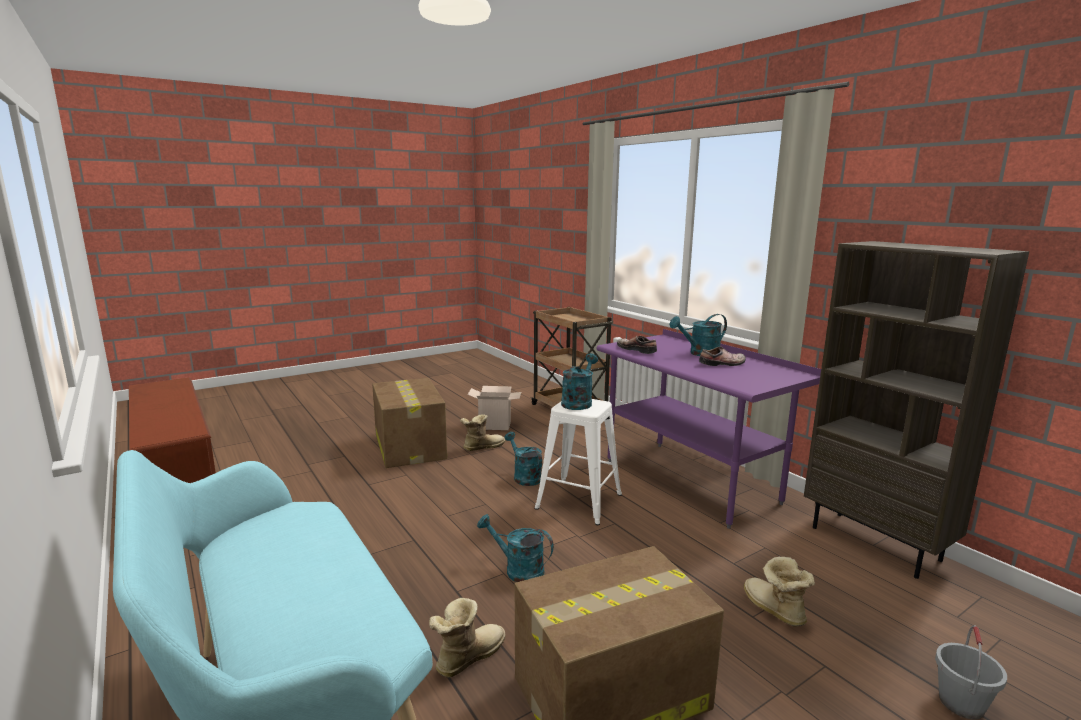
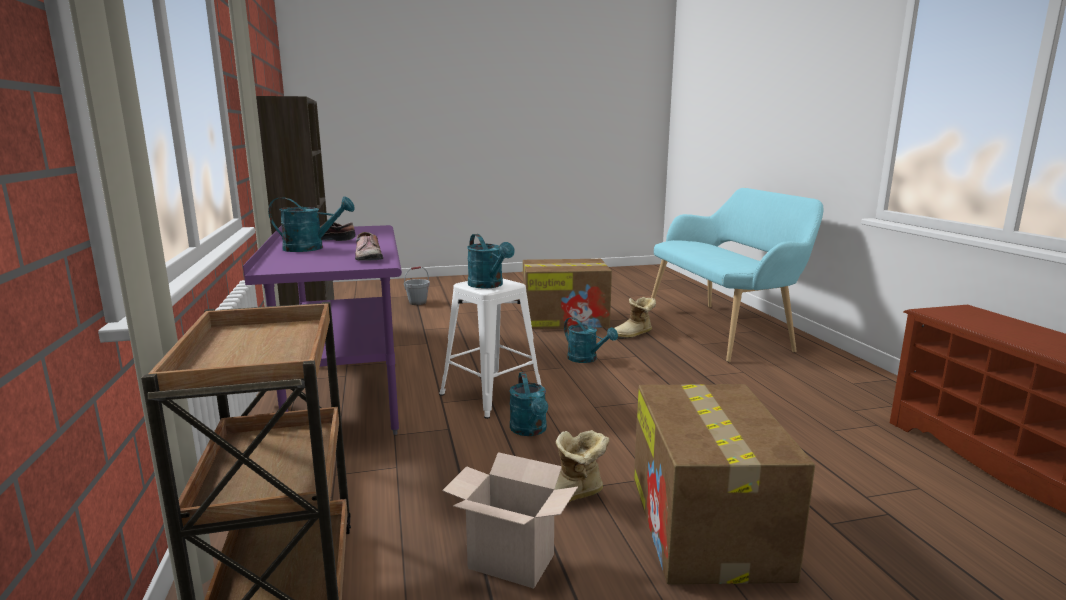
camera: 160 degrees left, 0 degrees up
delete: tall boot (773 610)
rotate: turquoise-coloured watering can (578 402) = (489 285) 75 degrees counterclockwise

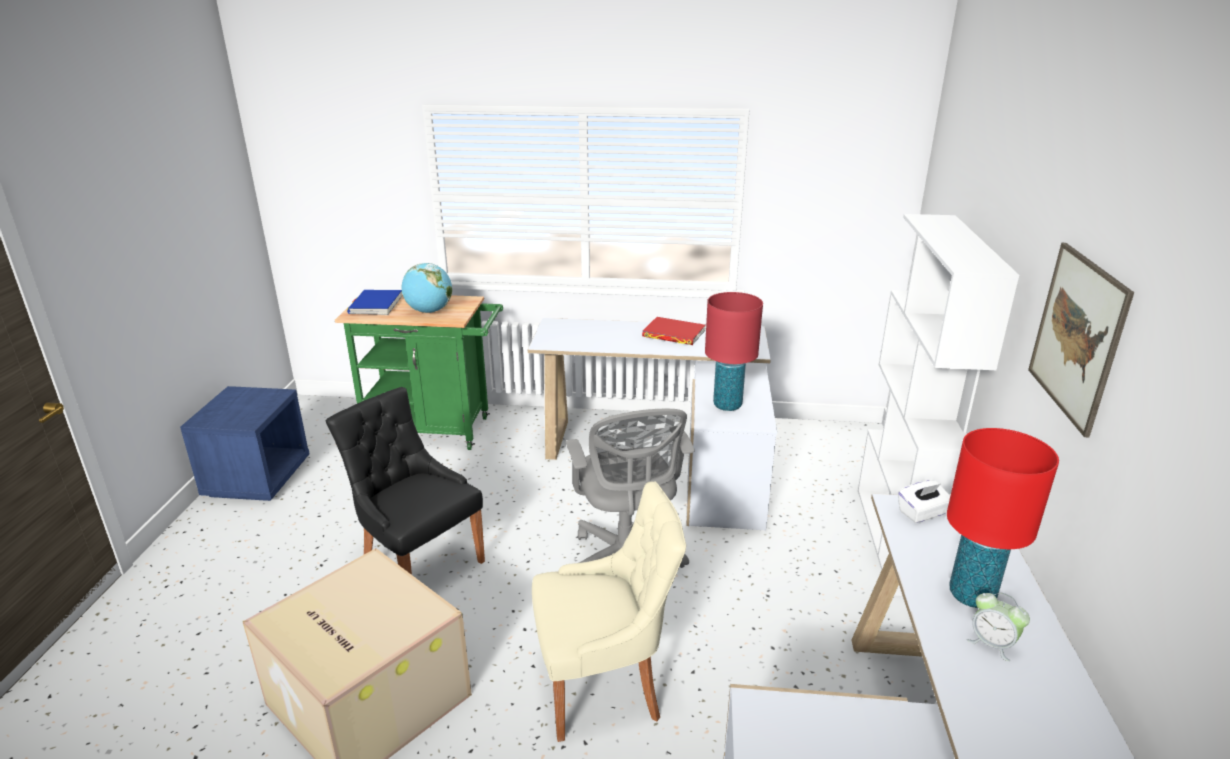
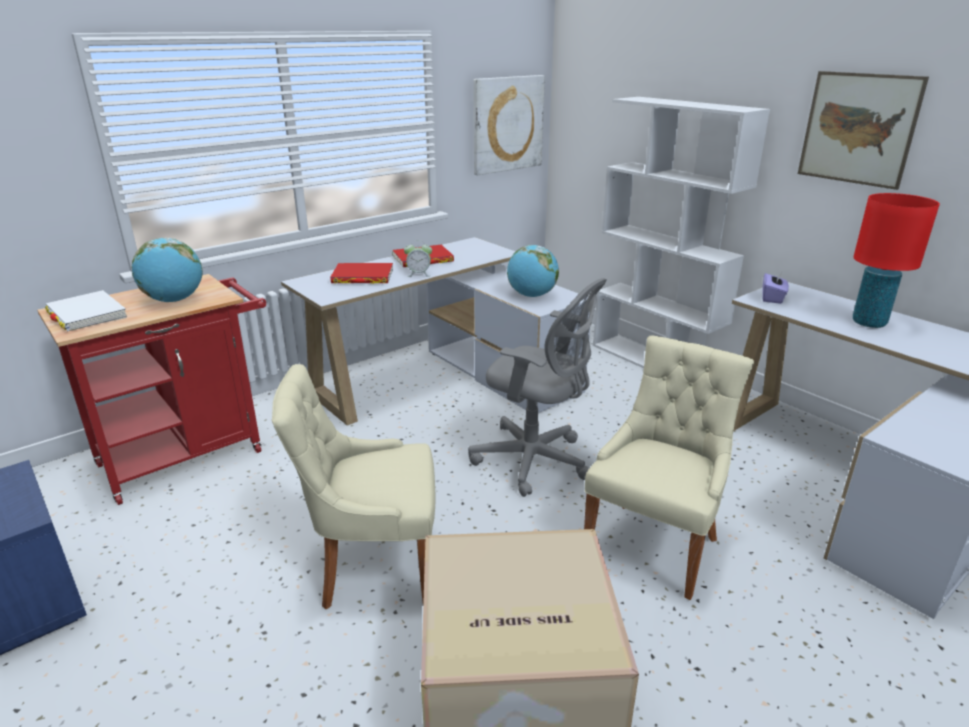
camera: 45 degrees left, 0 degrees up
insert: red bound book (362 277); wall picture (507 124)
move: alarm clock (992 644) to (419 274)
replace: red lamp for a table (727 405) to desk globe (532 295)
recolor: blackish plain chair (419 565) to sand-coloured plain chair (373 565); green wheeled cart (436 430) to red wheeled cart (191 454); blue bound book (376 305) to white-coloured bound book (87 315); white-coloured box of tissues (922 513) to purple-coloured box of tissues (772 298)

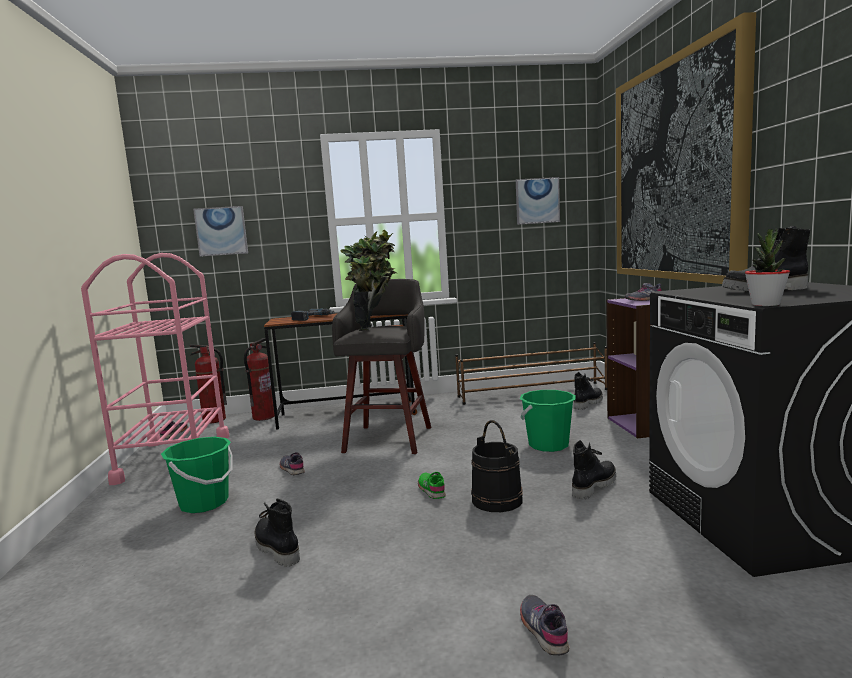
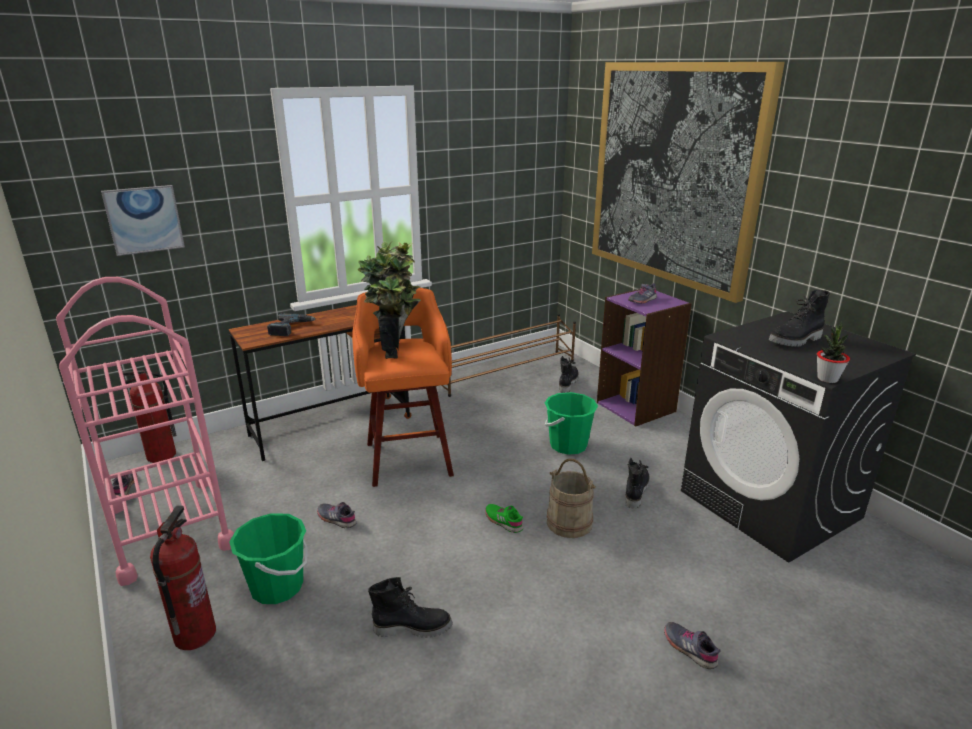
camera: 25 degrees left, 15 degrees up
delete: wall picture (537 201)
move: fire-fighting cylinder (264 417) to (195 635)
recolor: grey stool seat (389 438) to orange stool seat (408 457); blackish water bucket (497 500) to sand-coloured water bucket (569 522)
rotate: blackish tall boot (276 549) = (412 627) 150 degrees clockwise

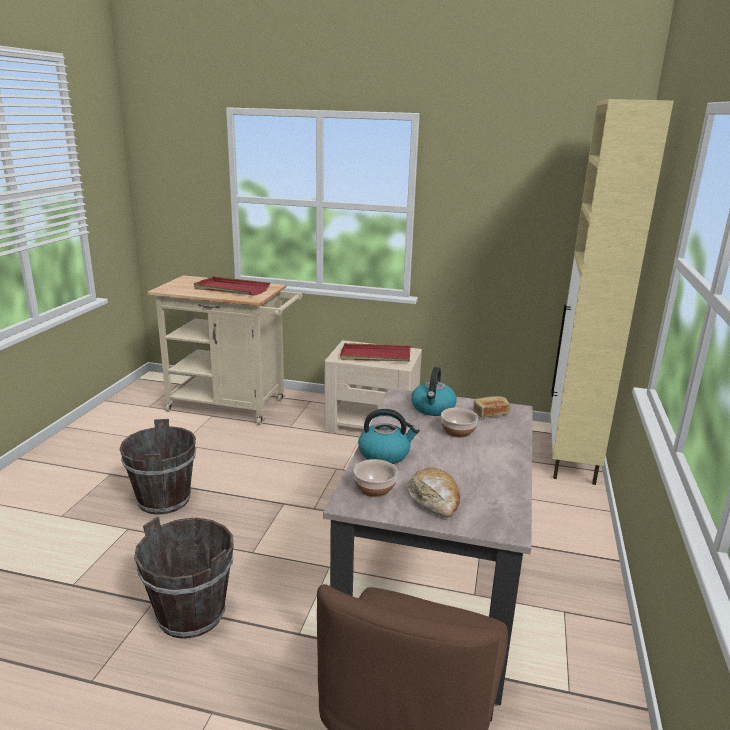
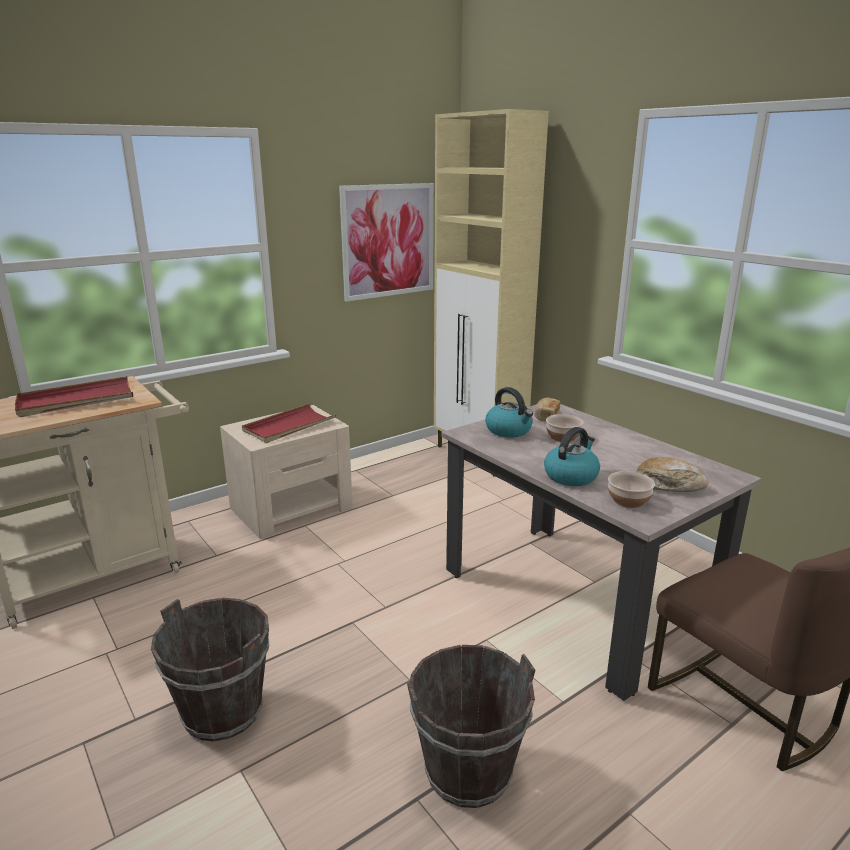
camera: 50 degrees left, 0 degrees up
insert: wall picture (388 241)

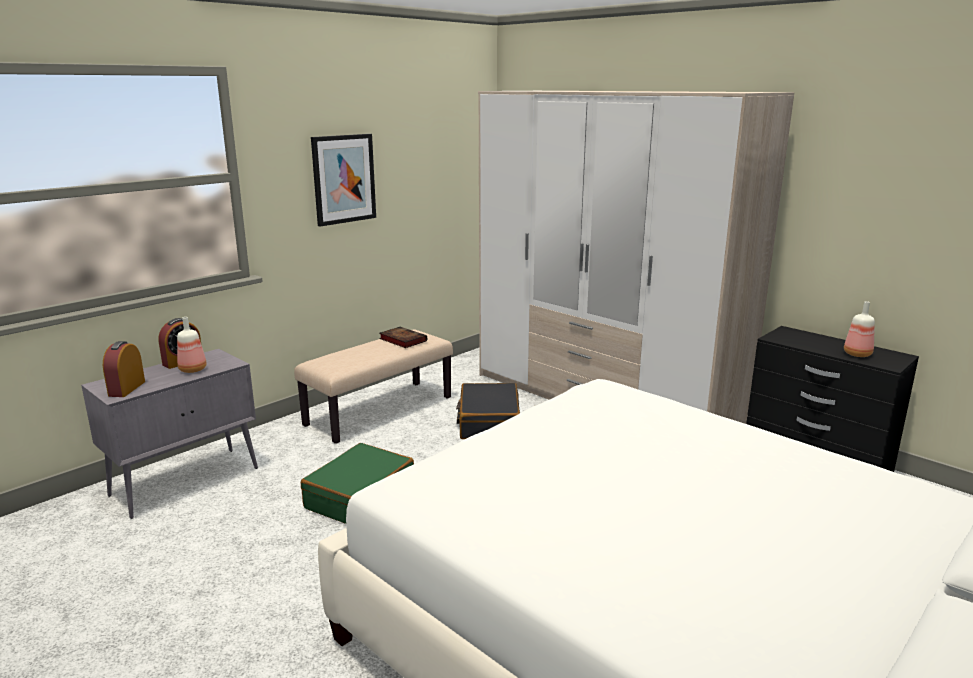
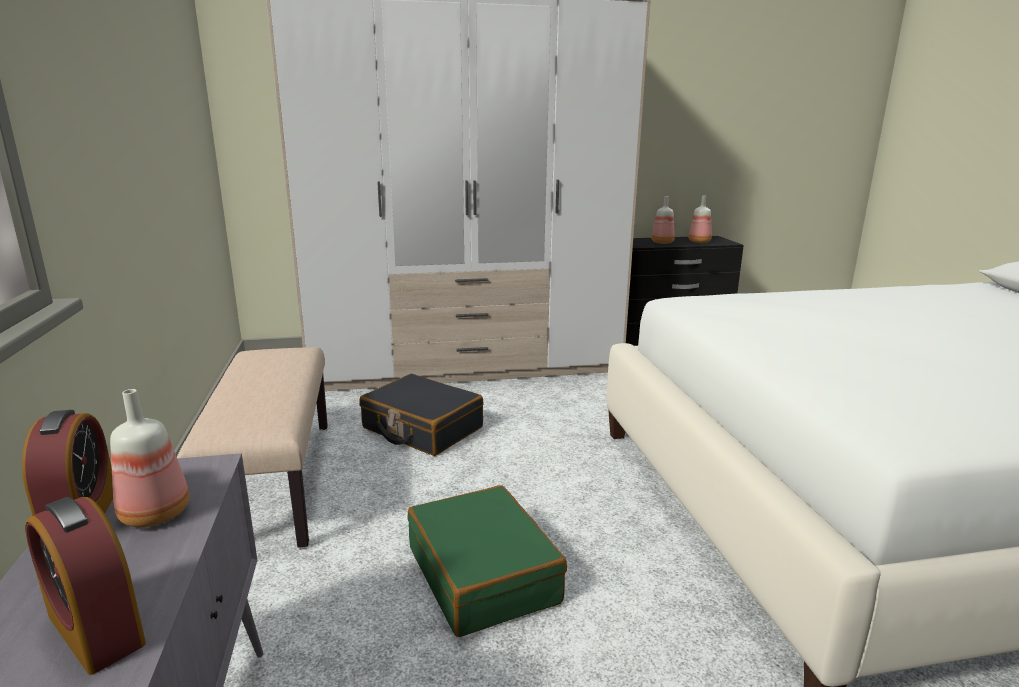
camera: 55 degrees left, 0 degrees up
delete: wall picture (343 179); bound book (402 340)
insert: bottle (662 242)

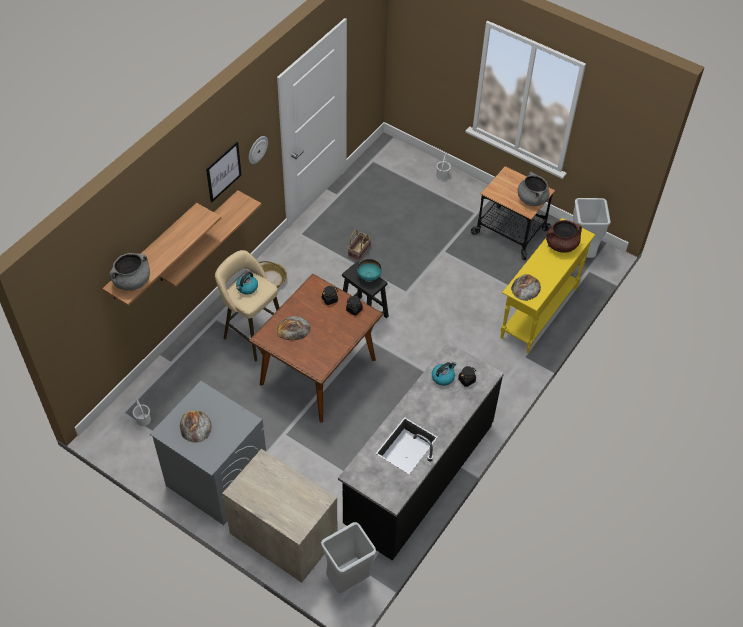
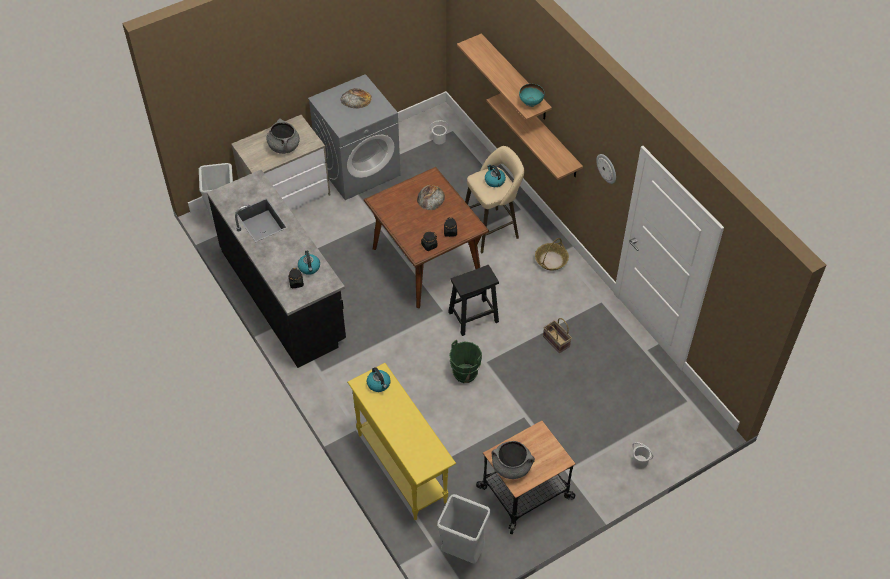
camera: 115 degrees right, 0 degrees up
delete: wall picture (223 171); brown-coloured saucepot (561 245)
insert: green water bucket (465 374)
move: grey saucepot (132 281) to (284 146); turquoise-coloured deep dish (369 277) to (531 103)
replace: bread (526 287) to water kettle (379 384)

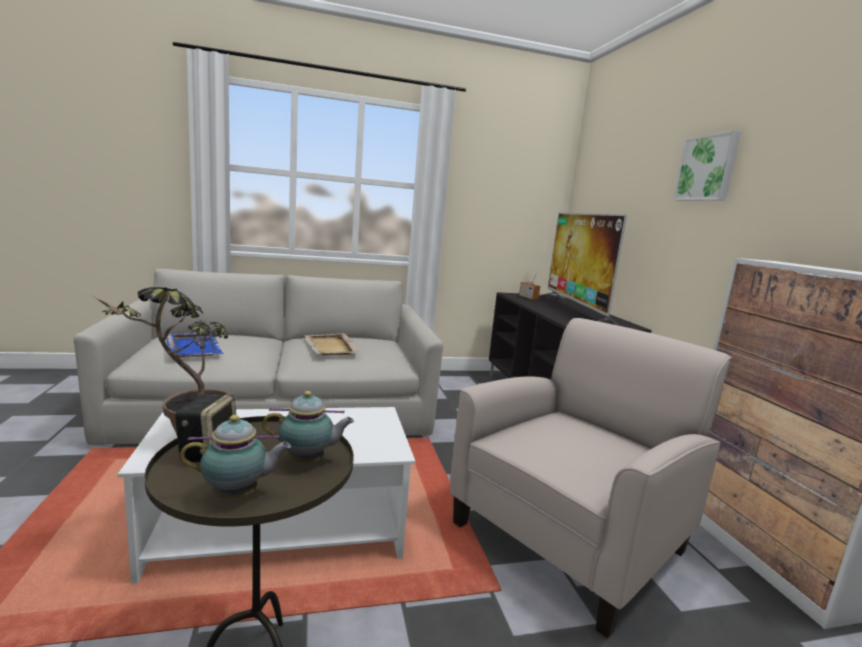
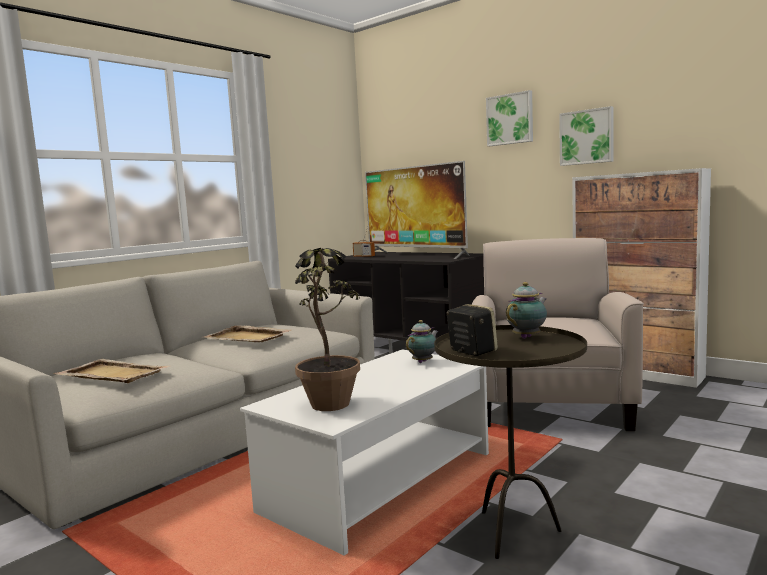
camera: 35 degrees left, 5 degrees down
insert: wall picture (587 137)
move: tea pot (238 495) to (423 361)
recolor: blue carrying tray (193 346) to sand-coloured carrying tray (112 374)

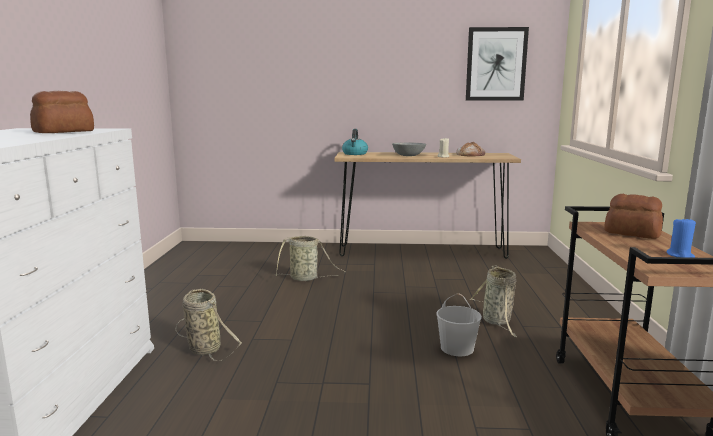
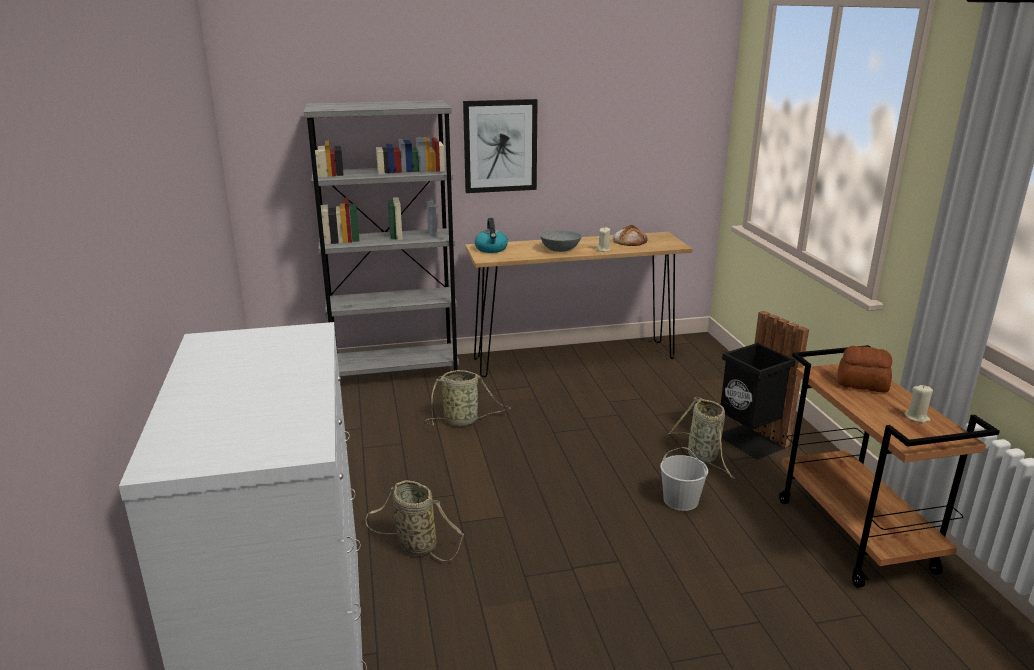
camera: 15 degrees left, 10 degrees up
delete: bread (64 132)
insert: grey bookshelf (395 374); blackish trash can (750 441)
move: wall picture (496 64) to (500 146)
recolor: blue wax light (680 255) to sand-coloured wax light (917 417)

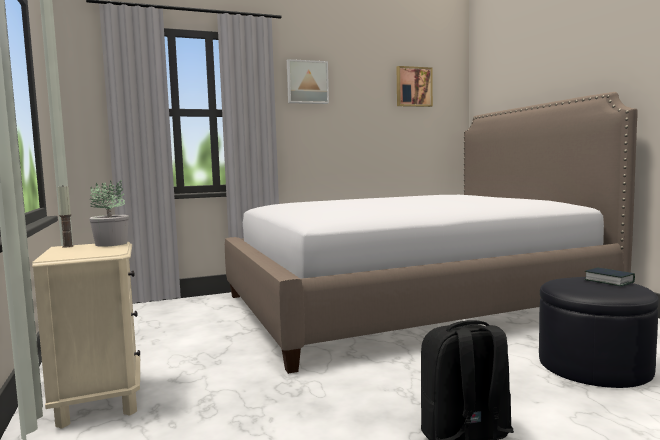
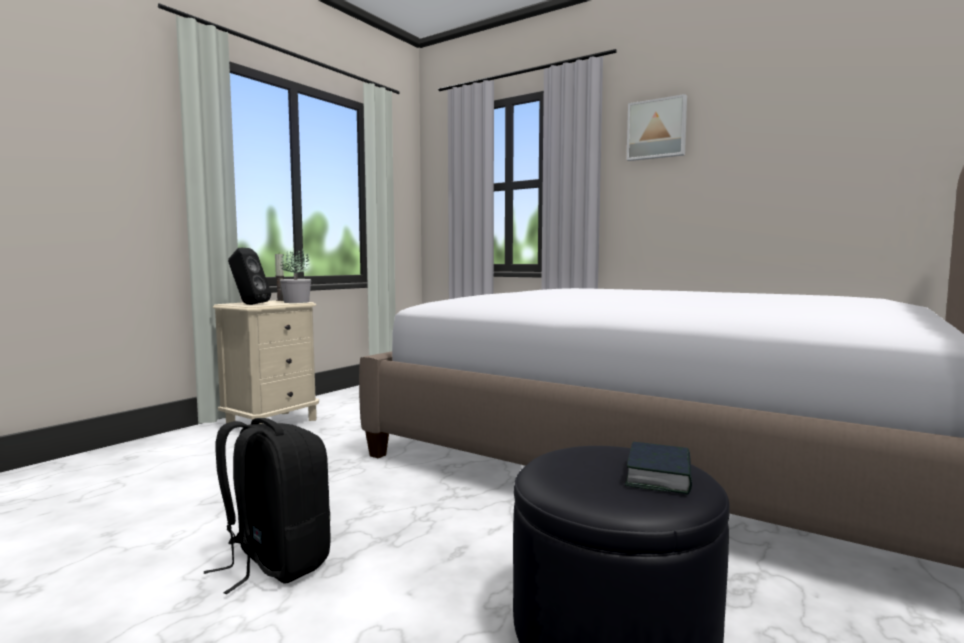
camera: 55 degrees right, 0 degrees up
delete: wall picture (413 87)
insert: blackish loudspeaker (248 304)

